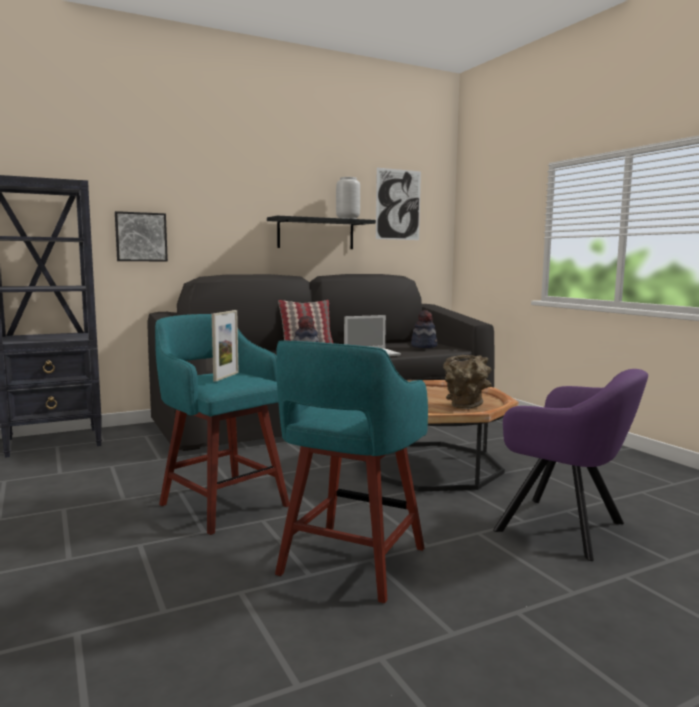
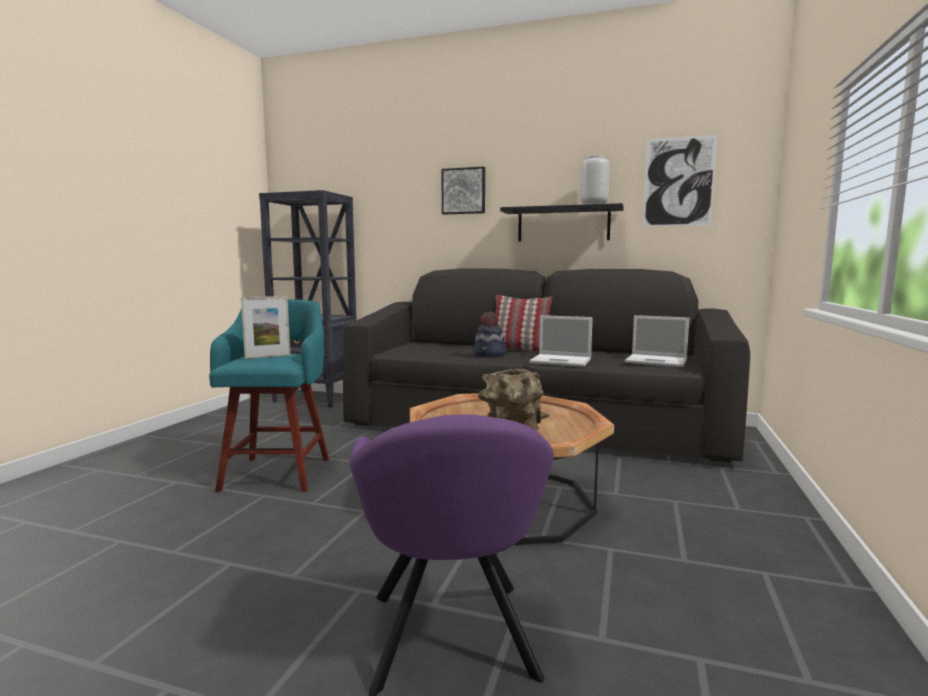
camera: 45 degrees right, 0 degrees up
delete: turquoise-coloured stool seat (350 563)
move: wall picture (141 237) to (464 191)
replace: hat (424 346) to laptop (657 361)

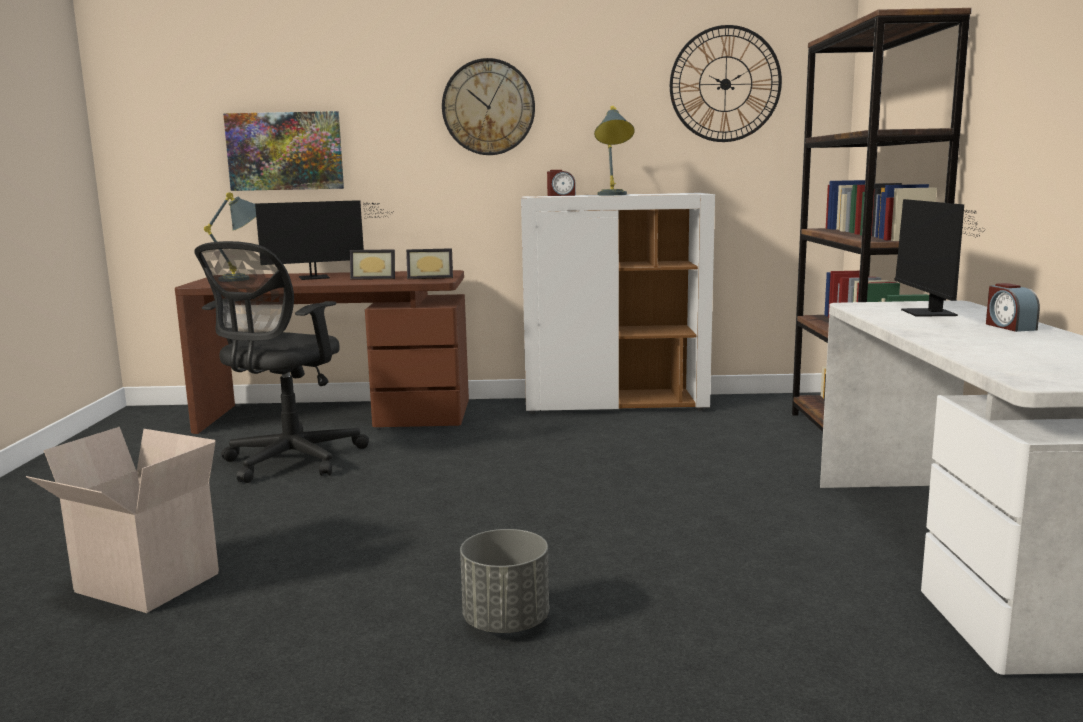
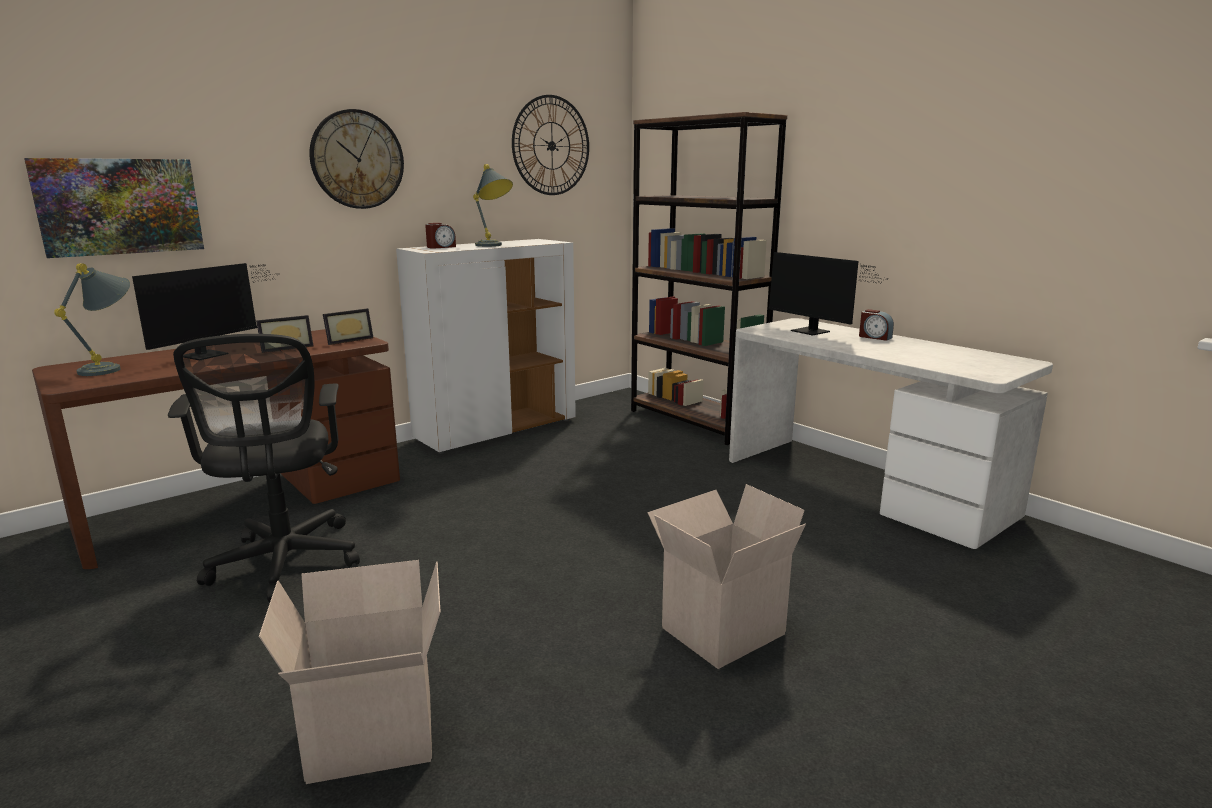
camera: 40 degrees left, 5 degrees up
replace: grey flower pot (507 623) to cardboard box (721 628)

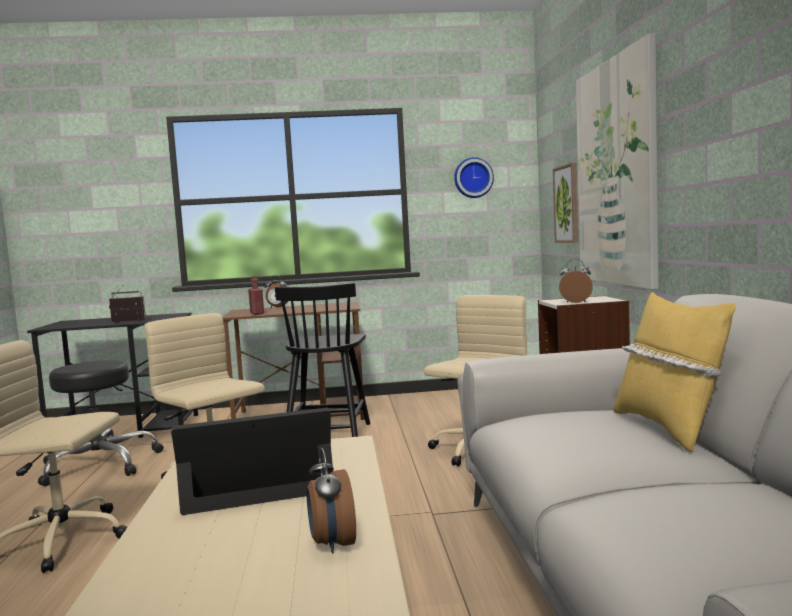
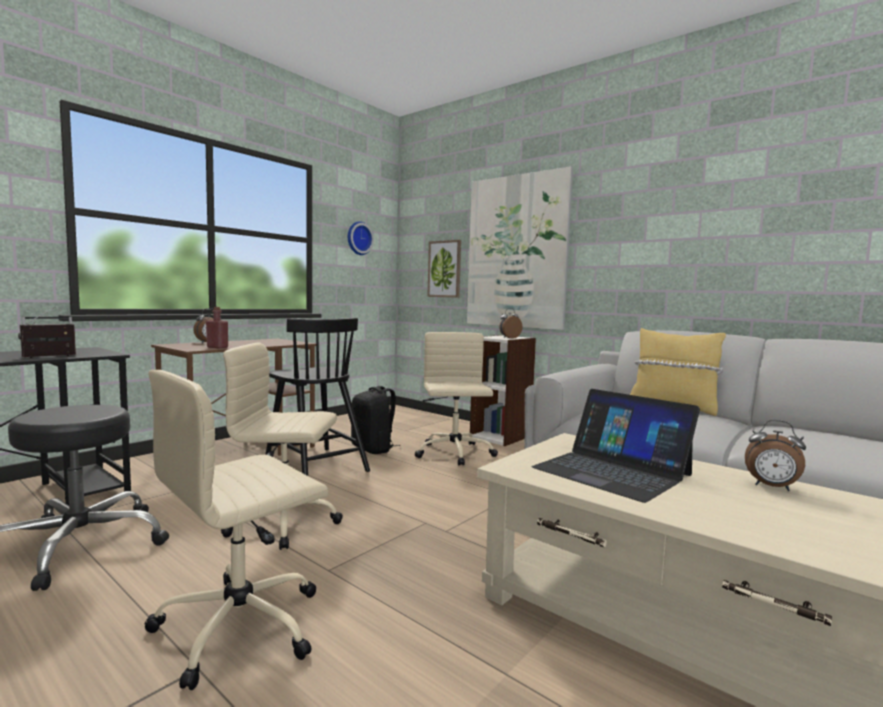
camera: 45 degrees left, 0 degrees up
insert: blackish knapsack (373 449)
rotate: laptop (257 481) = (612 471) 75 degrees counterclockwise

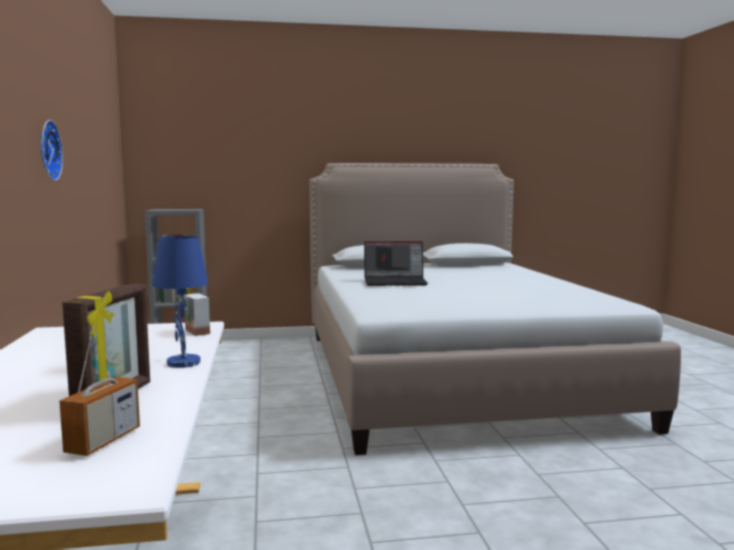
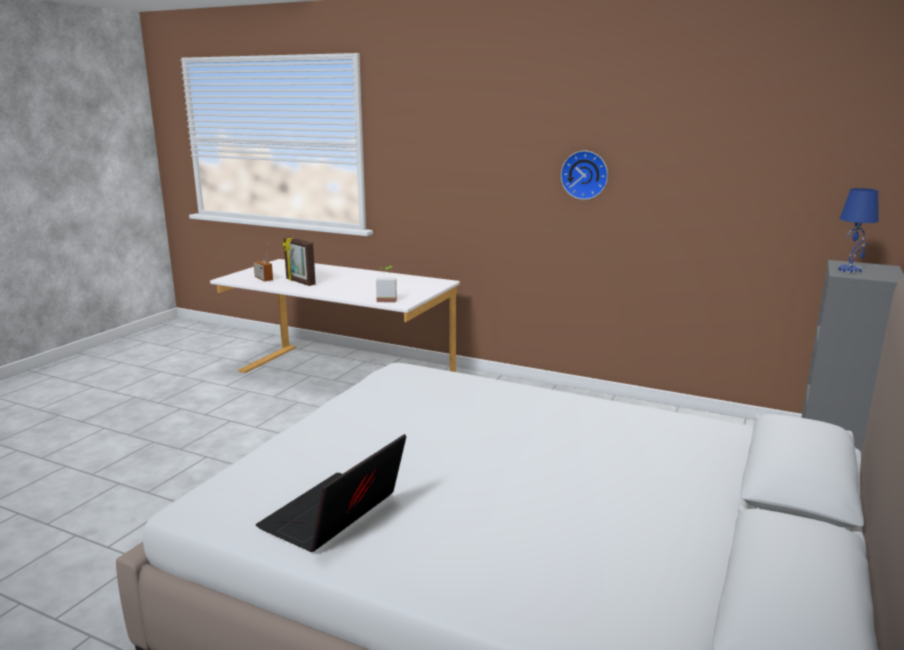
camera: 125 degrees right, 10 degrees up
move: blue lamp for a table (182 363) to (850 270); laptop (396 282) to (334 516)

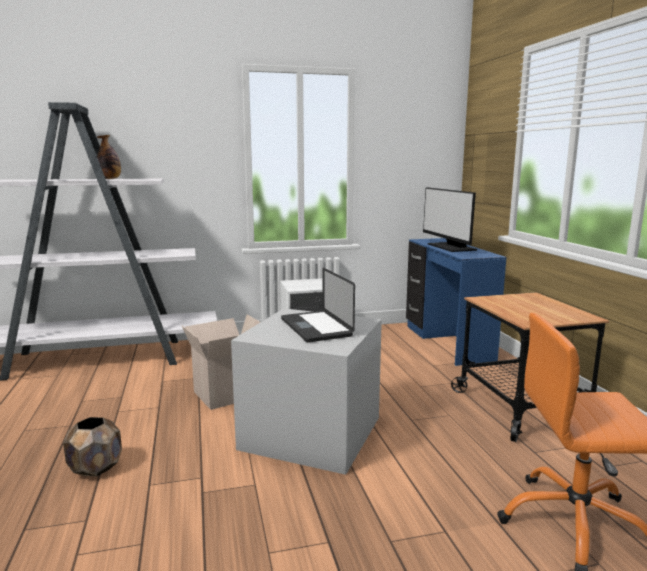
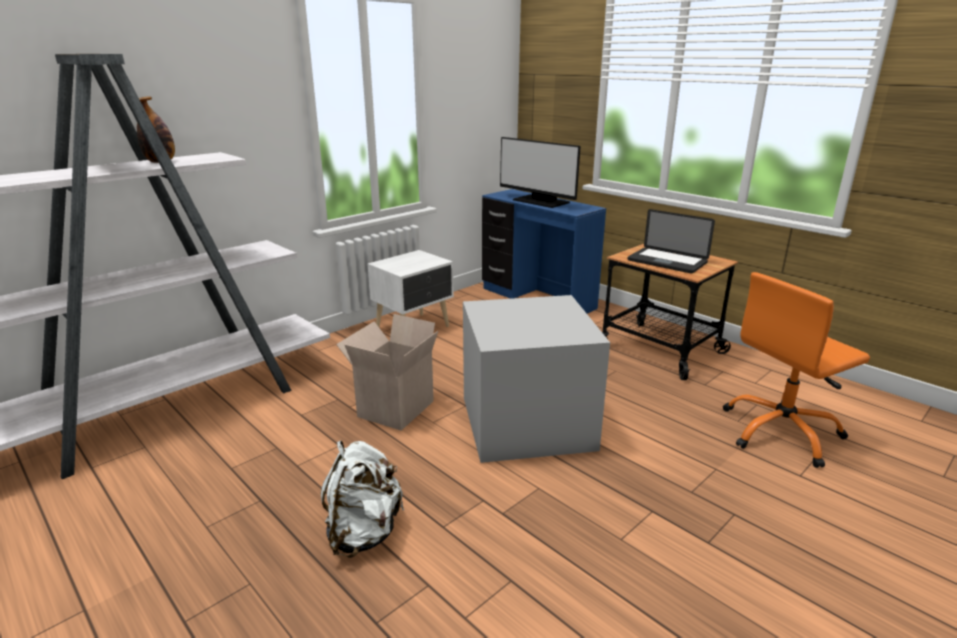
camera: 30 degrees left, 10 degrees up
move: laptop (316 327) to (667 262)
replace: brown-coloured flower pot (96 468) to white-coloured knapsack (363 533)

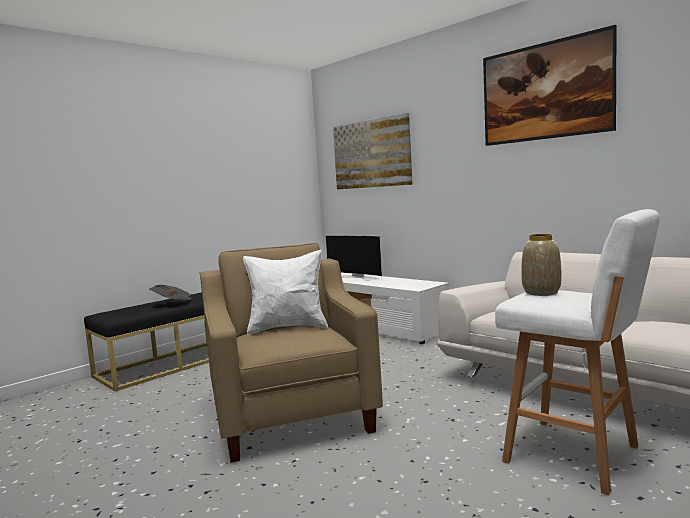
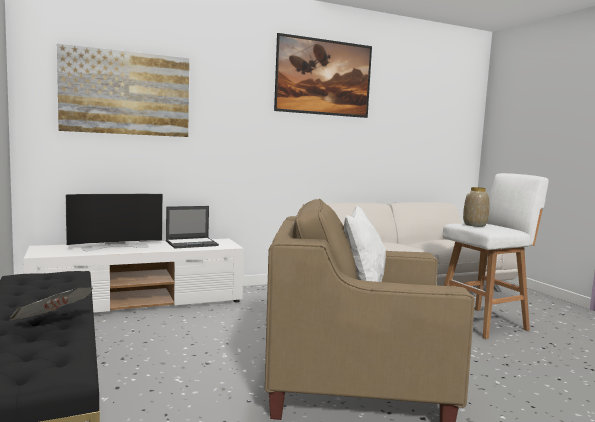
camera: 70 degrees left, 0 degrees up
insert: laptop (192 243)

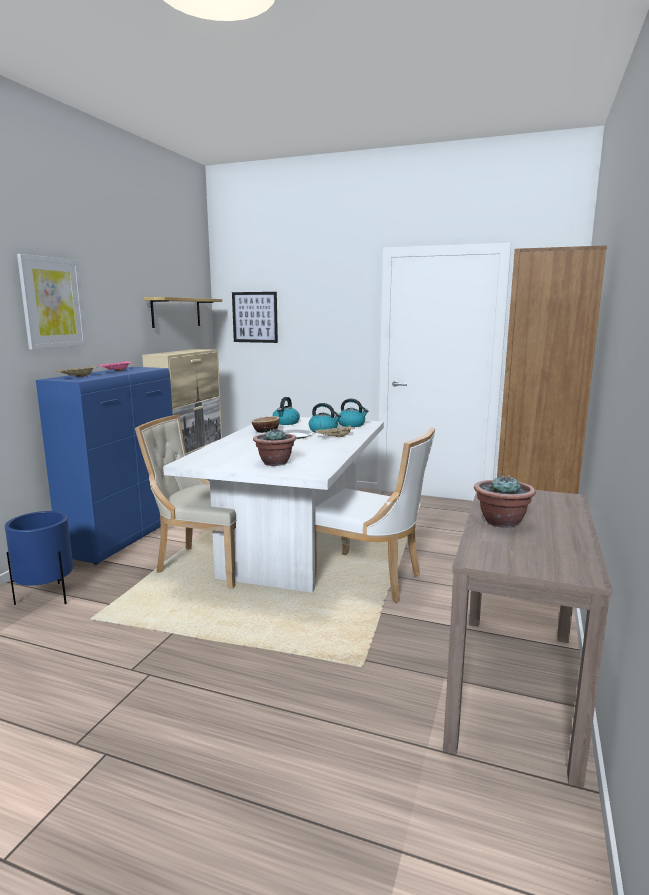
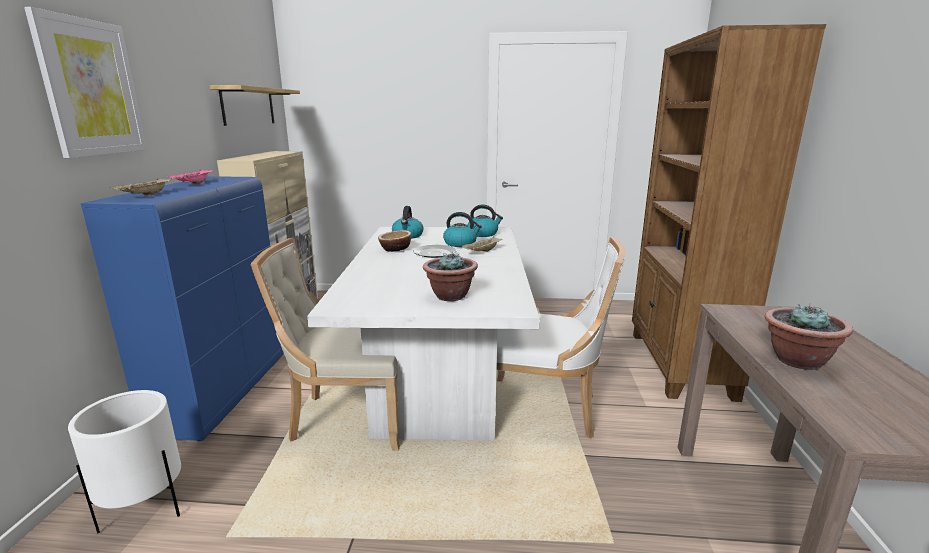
camera: 15 degrees left, 5 degrees up
delete: wall picture (255 317)
recolor: blue flower pot (47 597) to white-coloured flower pot (146 509)

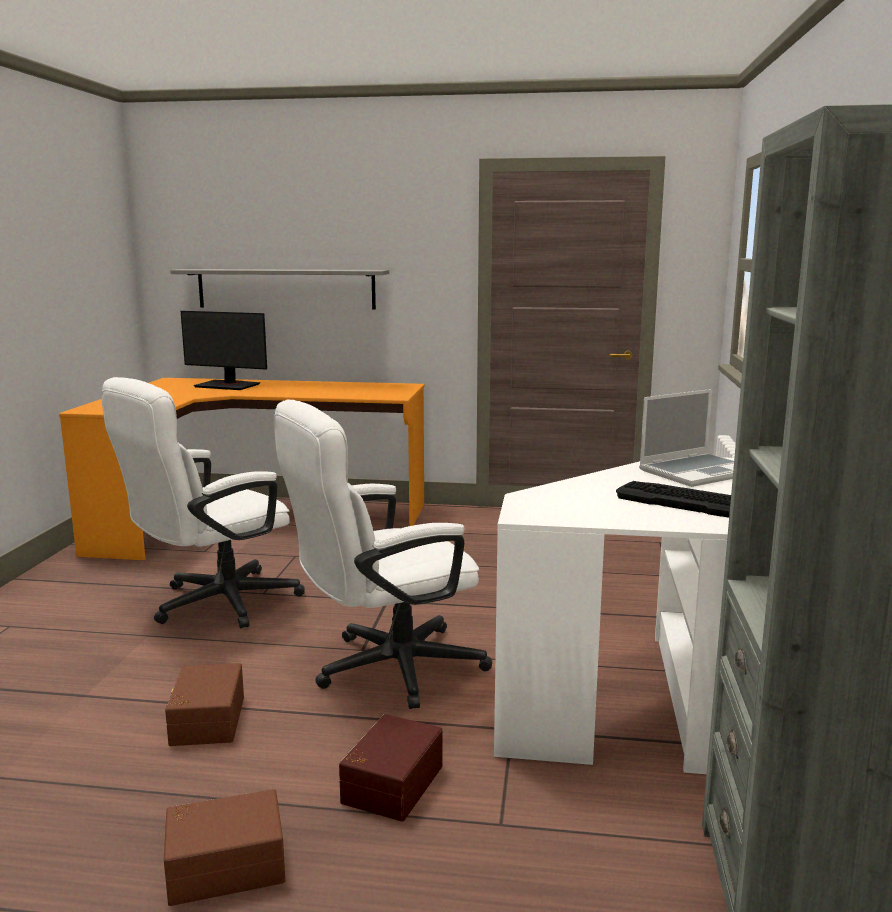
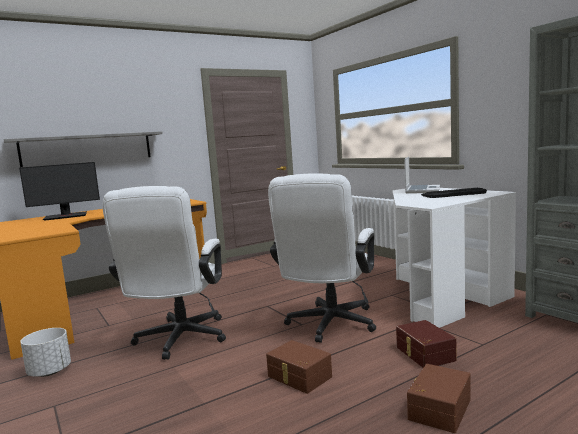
camera: 40 degrees left, 5 degrees down
insert: white-coloured flower pot (50 371)

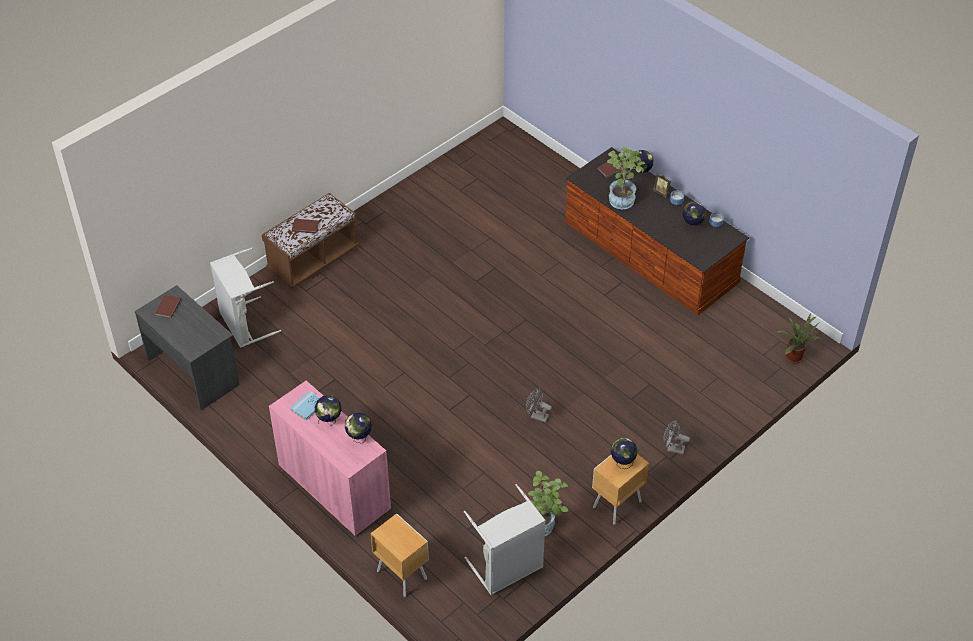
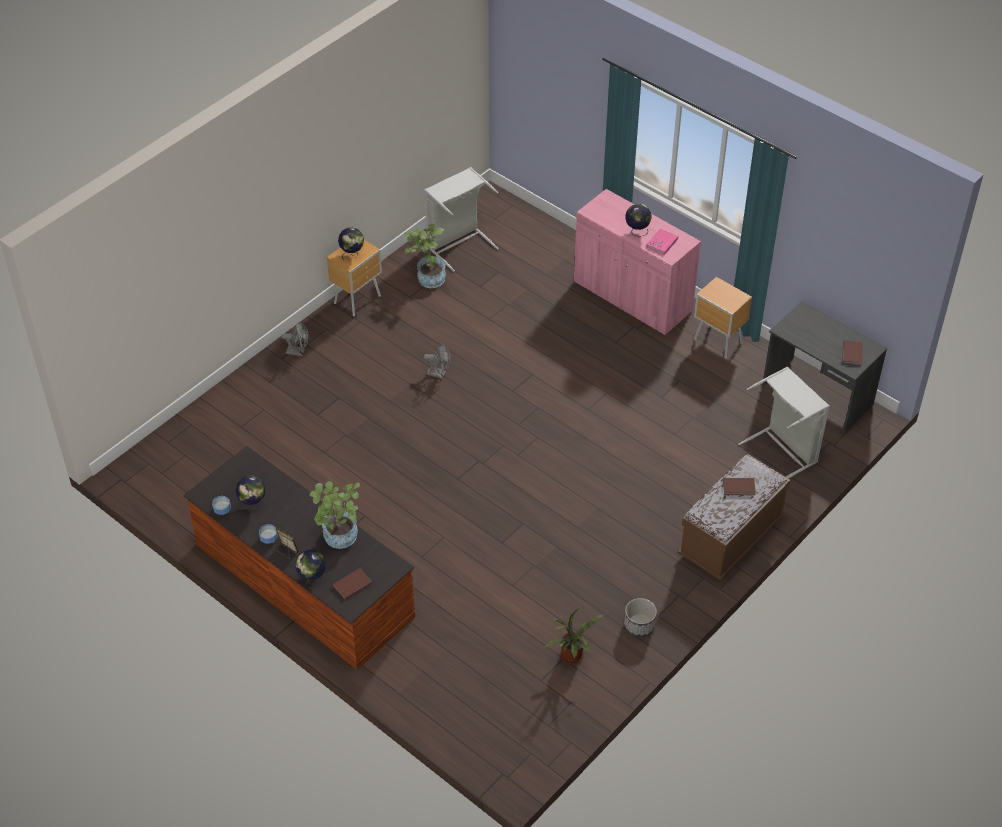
camera: 175 degrees right, 0 degrees up
delete: desk globe (359 438)
insert: flower pot (639 625)
move: brown-coloured nightstand (401 574) to (718 342); potted plant (793 355) to (572 658)
recolor: blue bound book (308 406) to pink-coloured bound book (662 242)

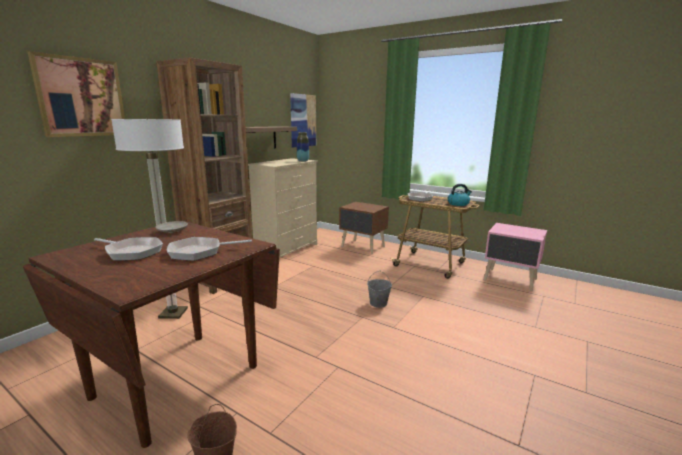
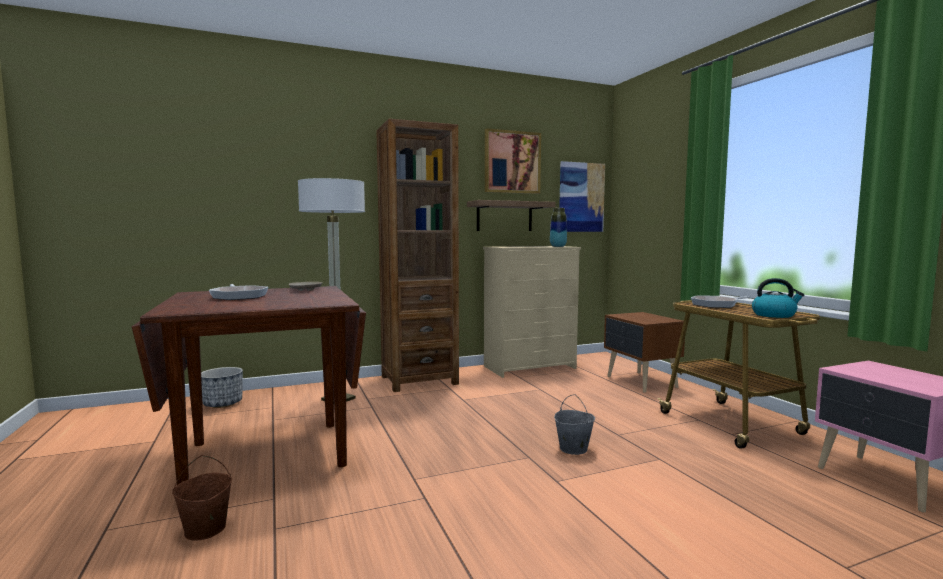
camera: 35 degrees right, 10 degrees down
delete: pan (199 252)
insert: flower pot (223 404)
move: wall picture (81 97) to (512 162)

